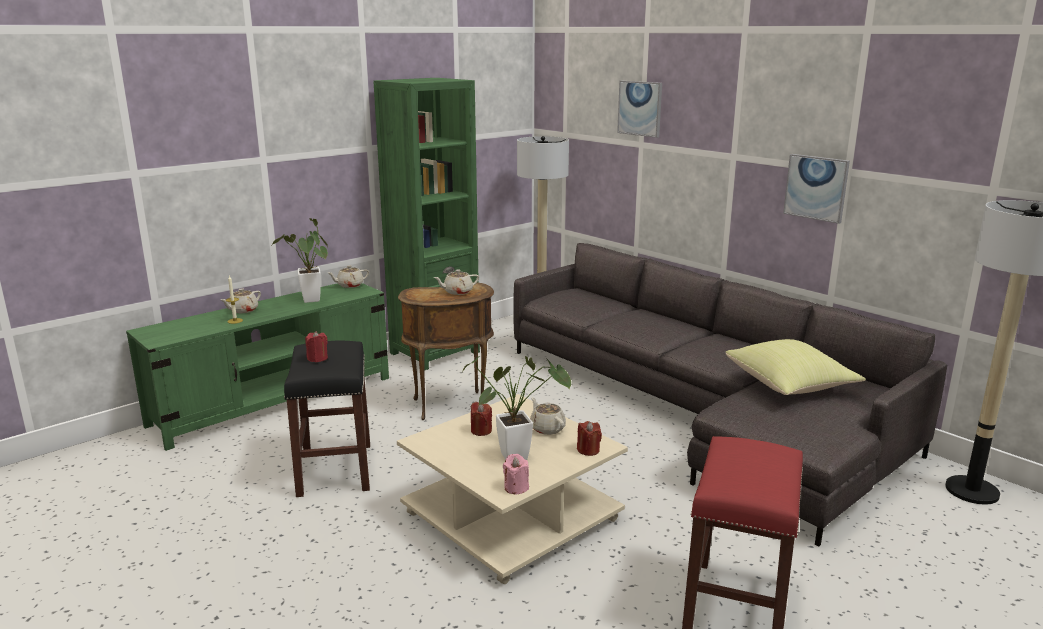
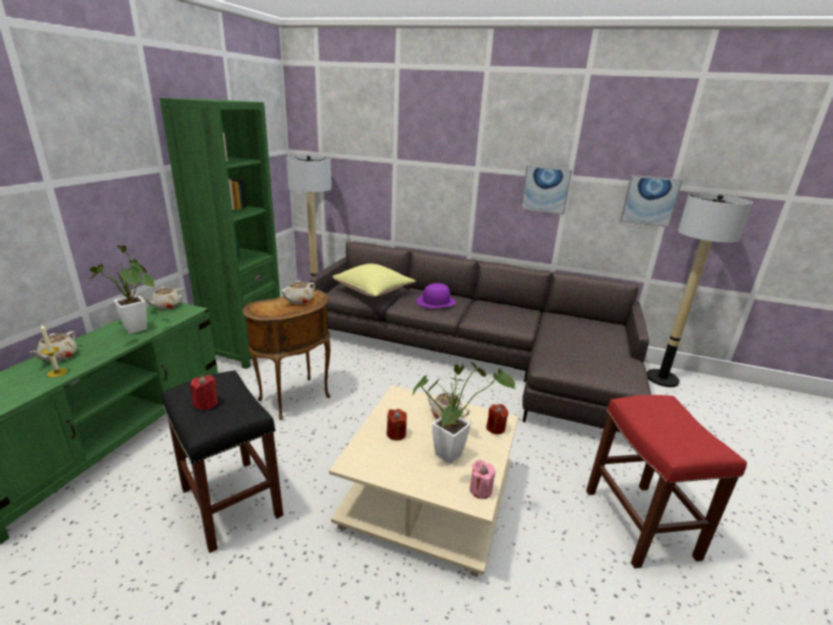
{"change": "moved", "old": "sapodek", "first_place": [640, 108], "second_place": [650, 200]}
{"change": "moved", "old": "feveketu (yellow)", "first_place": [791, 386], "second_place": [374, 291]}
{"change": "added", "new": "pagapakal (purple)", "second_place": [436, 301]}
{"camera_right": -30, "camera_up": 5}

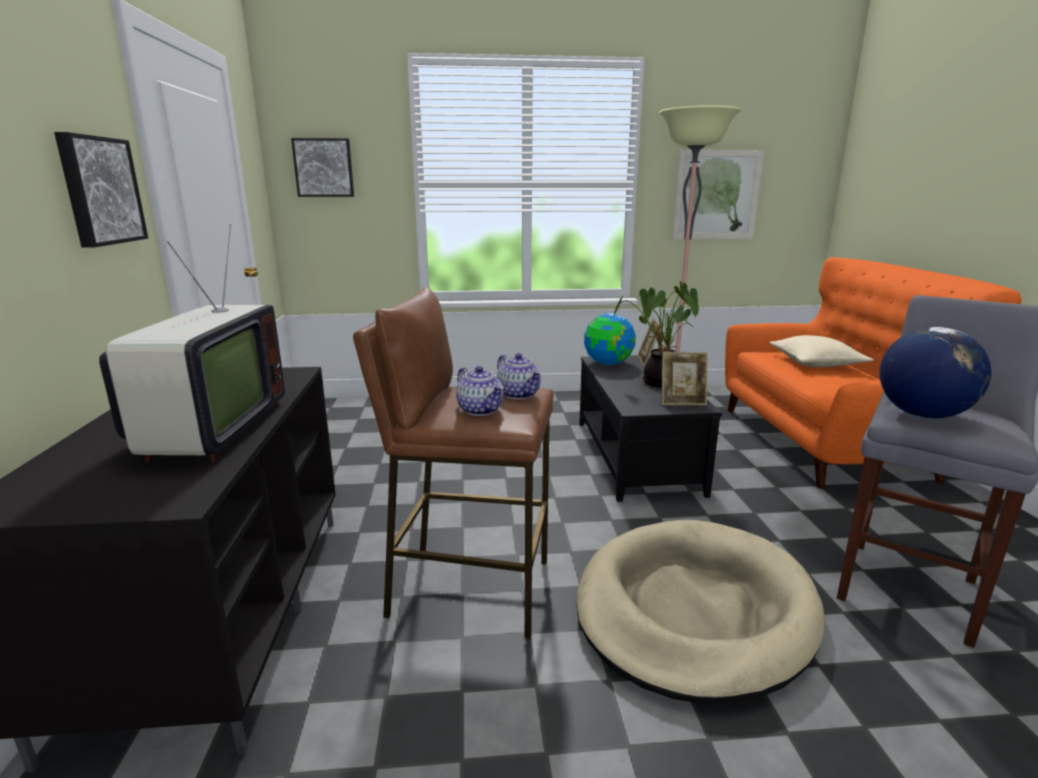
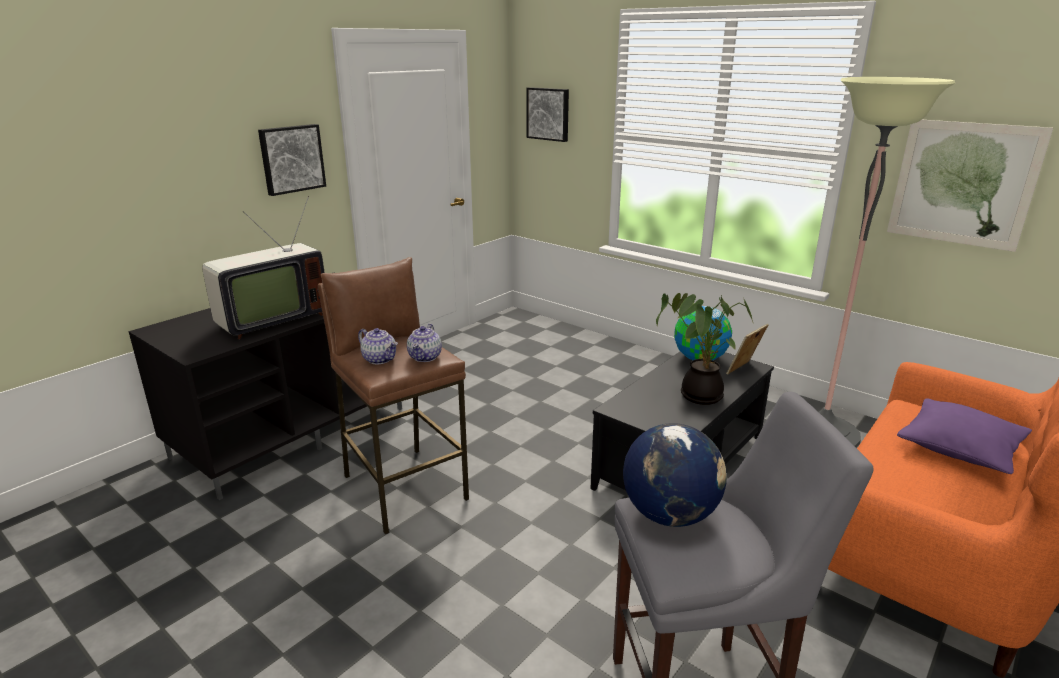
{"change": "turned", "old": "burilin", "first_place": [481, 410], "second_place": [380, 359], "degrees": -60}
{"change": "removed", "old": "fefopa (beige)", "first_place": [694, 611]}
{"change": "removed", "old": "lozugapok", "first_place": [682, 402]}
{"change": "recoloured", "old": "feveketu (beige)", "new": "feveketu (purple)", "first_place": [816, 363], "second_place": [959, 448]}
{"camera_right": 45, "camera_up": 5}

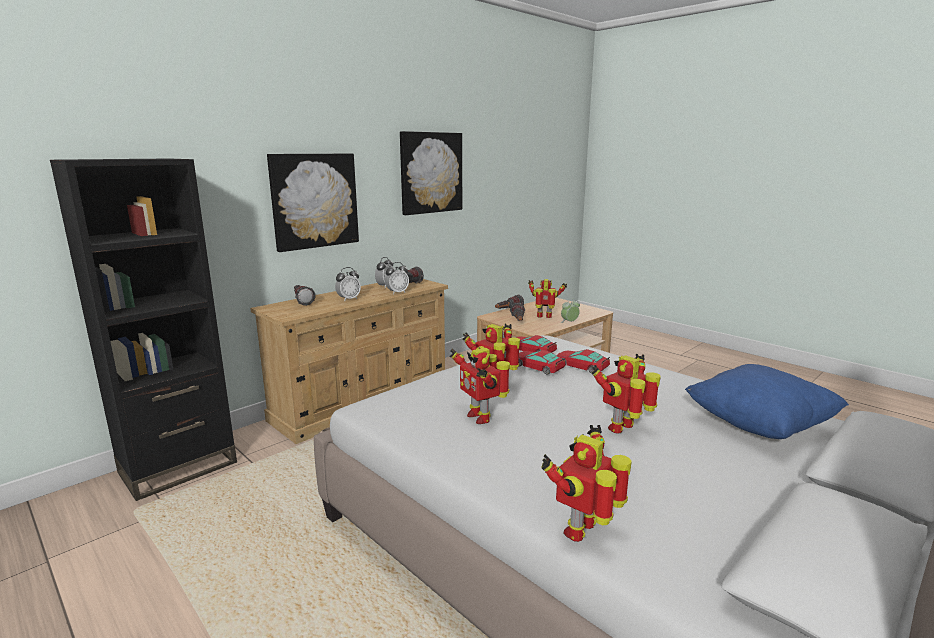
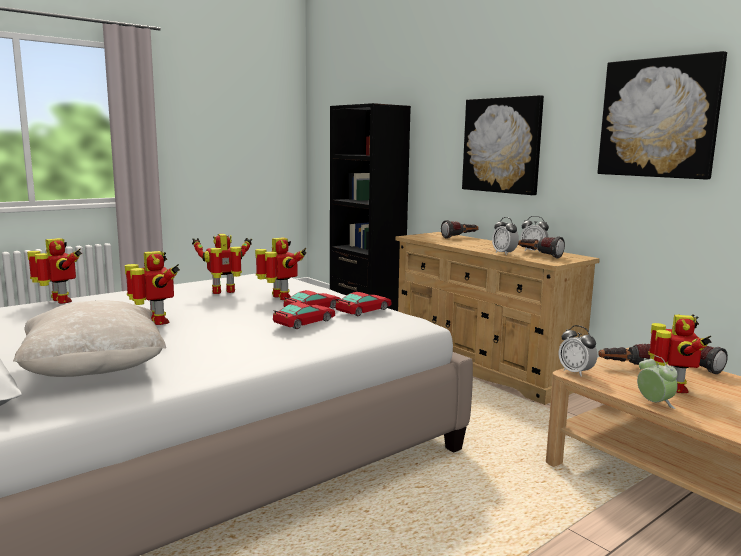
{"change": "moved", "old": "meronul", "first_place": [348, 299], "second_place": [576, 372]}
{"change": "recoloured", "old": "feveketu (blue)", "new": "feveketu (beige)", "first_place": [759, 425], "second_place": [95, 370]}
{"camera_right": 95, "camera_up": -5}

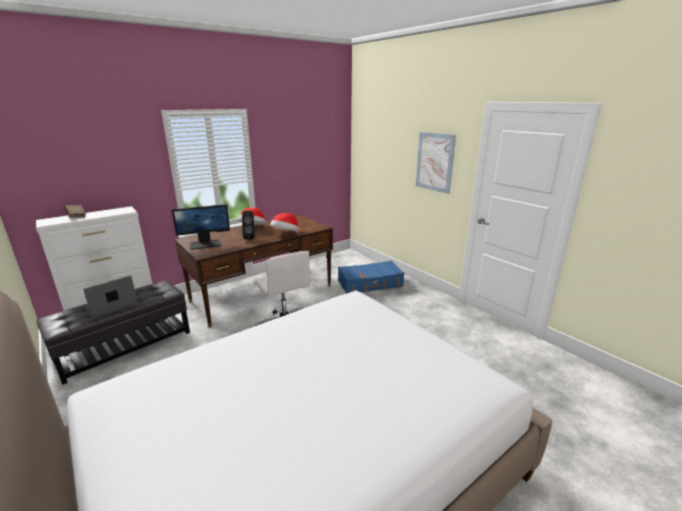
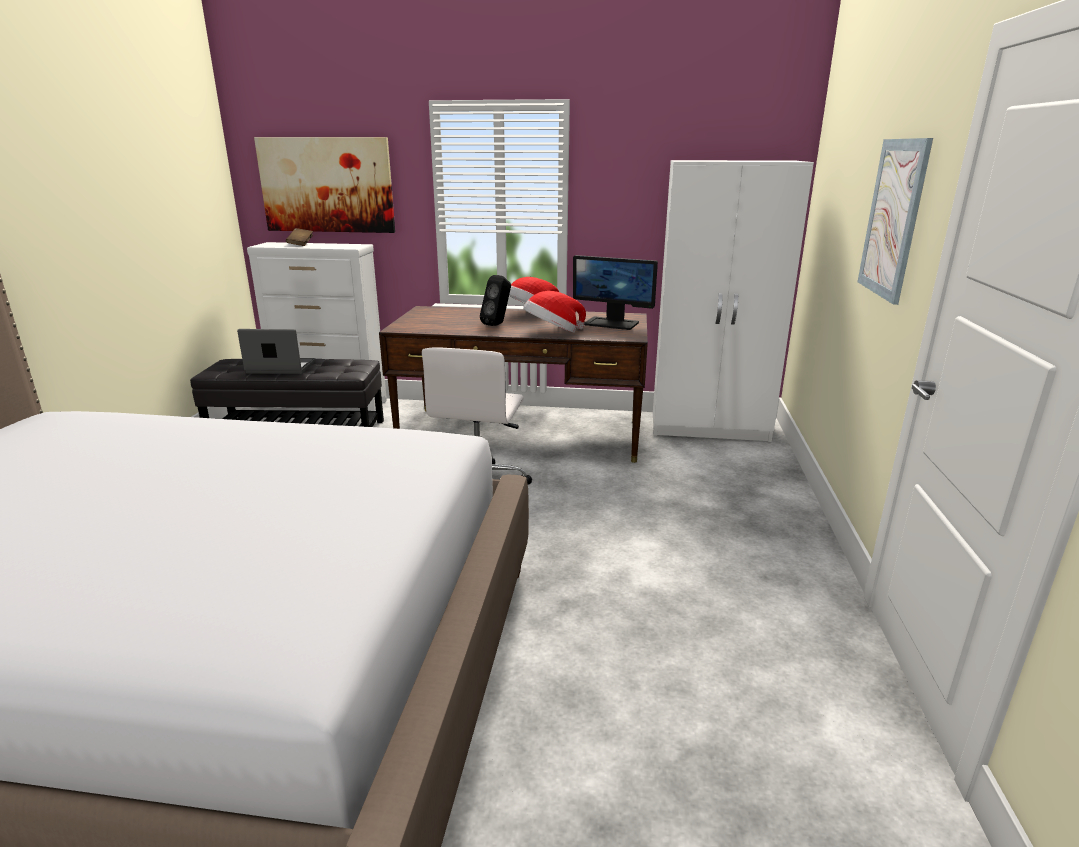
{"change": "moved", "old": "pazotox", "first_place": [205, 244], "second_place": [612, 323]}
{"change": "removed", "old": "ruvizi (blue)", "first_place": [370, 284]}
{"change": "added", "new": "sapodek", "second_place": [326, 185]}
{"change": "added", "new": "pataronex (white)", "second_place": [710, 427]}
{"camera_right": 45, "camera_up": 0}

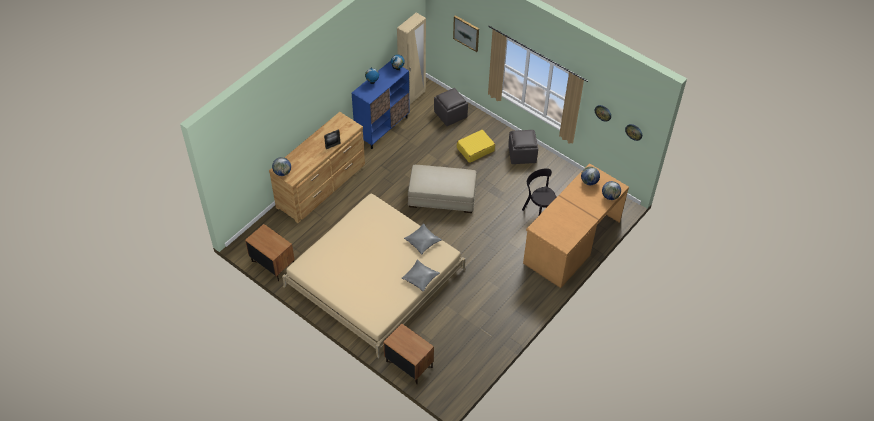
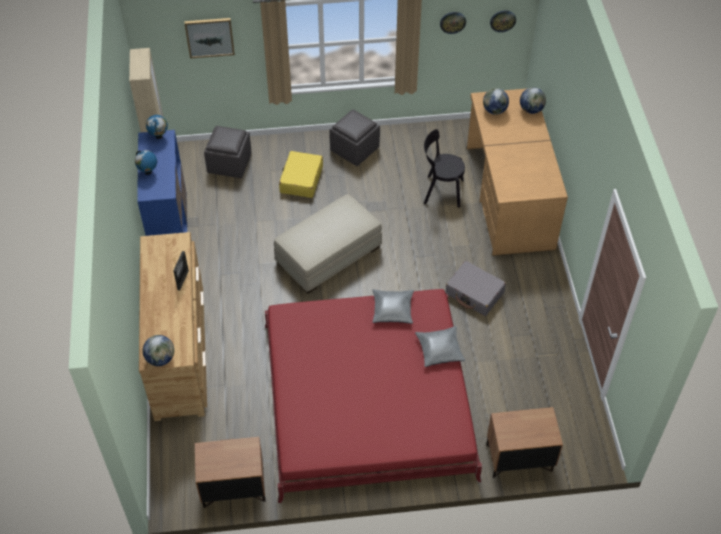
{"change": "recoloured", "old": "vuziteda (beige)", "new": "vuziteda (red)", "first_place": [375, 278], "second_place": [368, 399]}
{"change": "added", "new": "ruvizi (grey)", "second_place": [474, 293]}
{"camera_right": -45, "camera_up": 0}

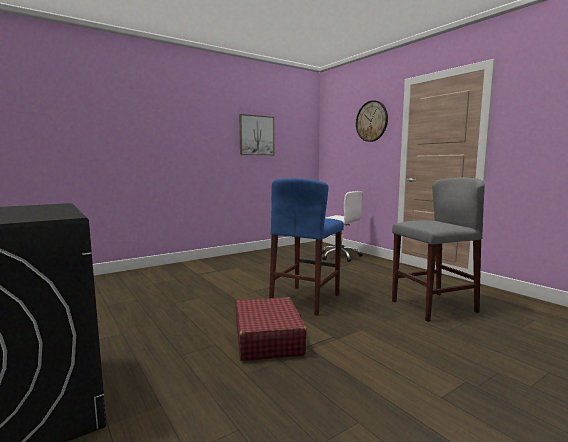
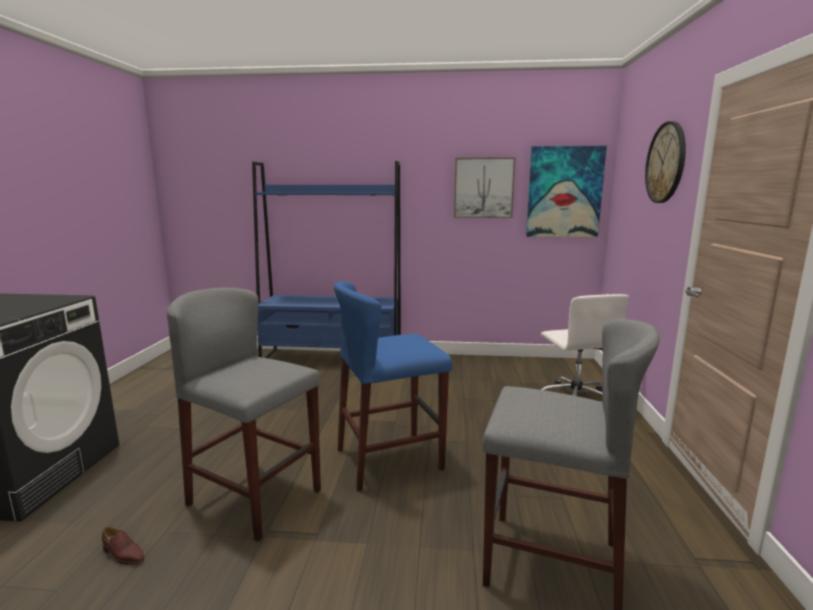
{"change": "replaced", "old": "ruvizi (red)", "new": "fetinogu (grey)", "first_place": [268, 339], "second_place": [255, 497]}
{"change": "added", "new": "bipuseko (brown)", "second_place": [123, 554]}
{"change": "added", "new": "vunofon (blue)", "second_place": [332, 359]}
{"change": "added", "new": "sapodek", "second_place": [564, 192]}
{"camera_right": 40, "camera_up": 5}

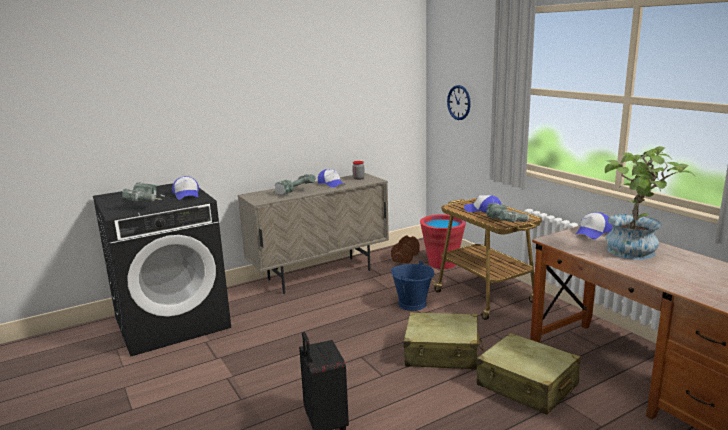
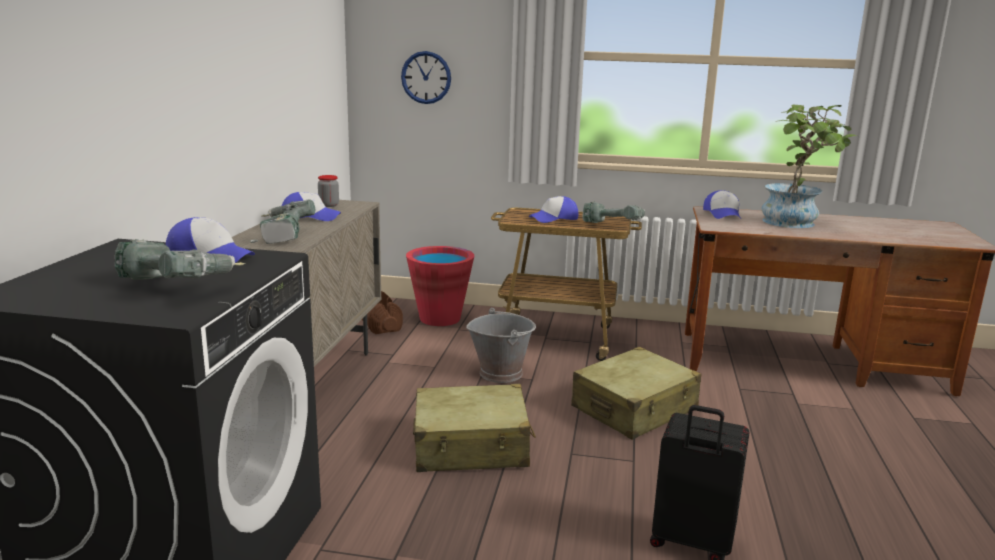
{"change": "recoloured", "old": "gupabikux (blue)", "new": "gupabikux (grey)", "first_place": [412, 304], "second_place": [501, 373]}
{"change": "moved", "old": "ruvizi (beige)", "first_place": [527, 385], "second_place": [471, 447]}
{"camera_right": -50, "camera_up": 0}

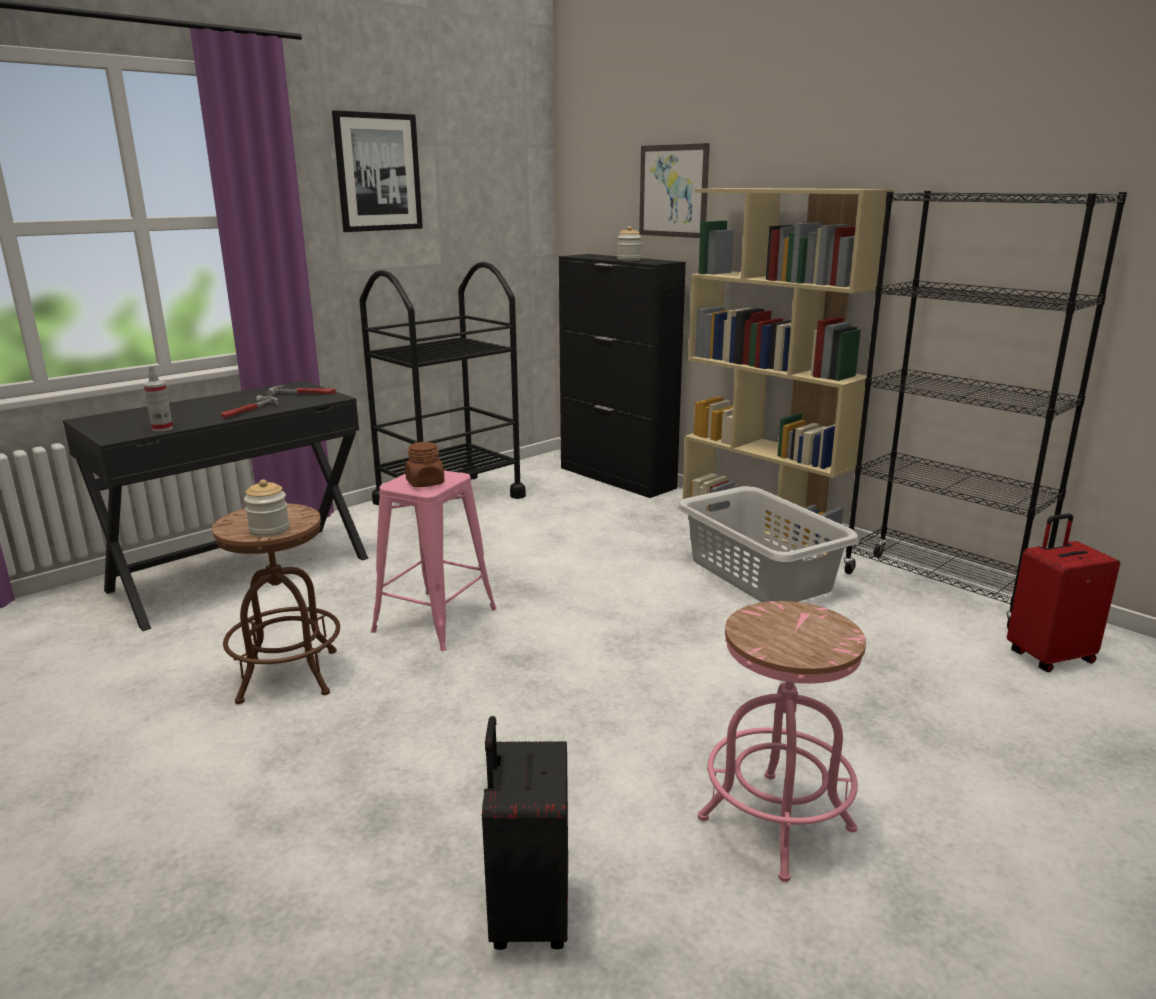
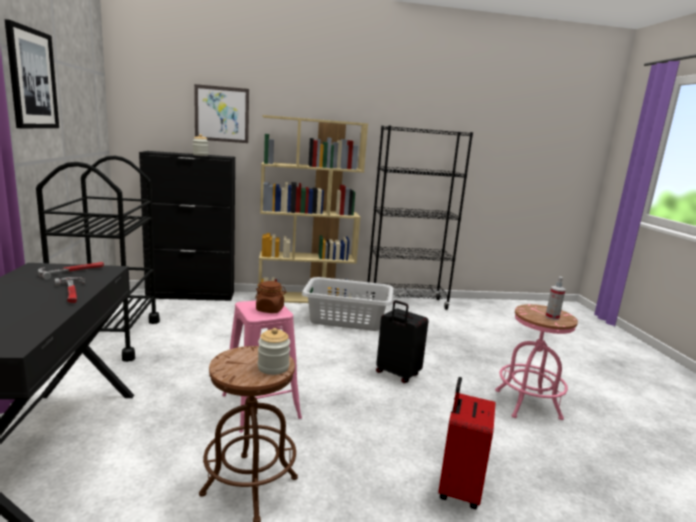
{"change": "moved", "old": "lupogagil", "first_place": [162, 428], "second_place": [552, 317]}
{"change": "moved", "old": "ruvizi (black)", "first_place": [527, 914], "second_place": [397, 374]}
{"change": "moved", "old": "ruvizi (red)", "first_place": [1048, 656], "second_place": [458, 488]}
{"camera_right": -55, "camera_up": -5}

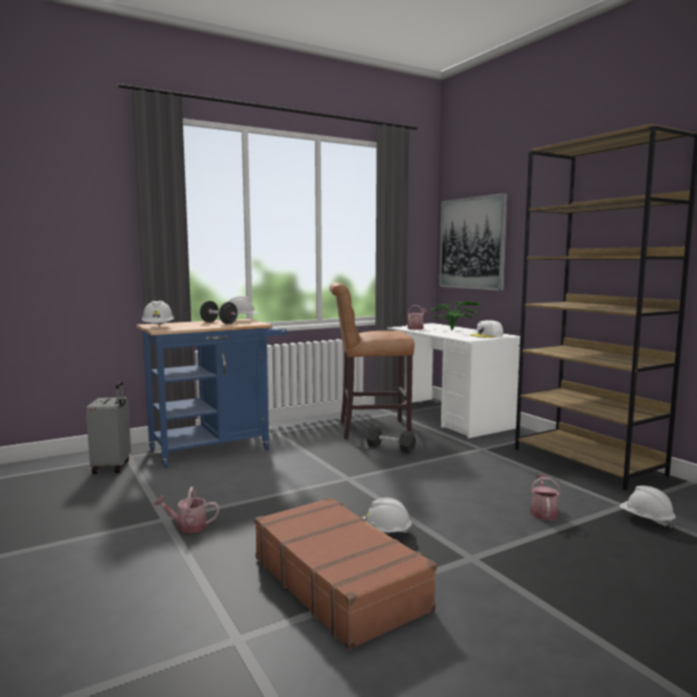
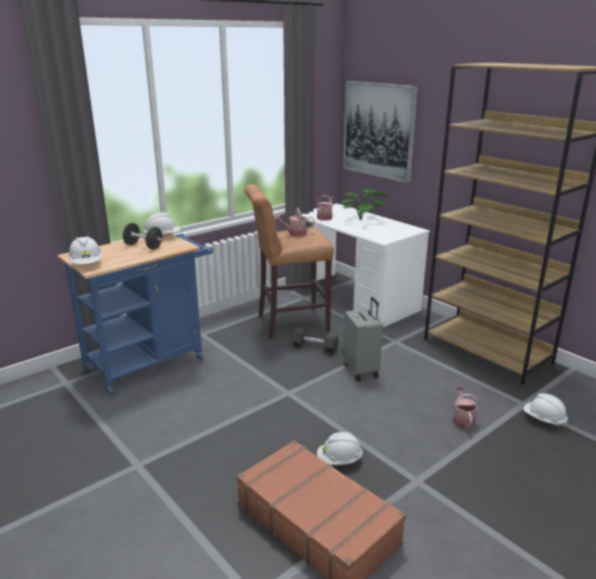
{"change": "moved", "old": "ruvizi (grey)", "first_place": [113, 466], "second_place": [361, 370]}
{"change": "moved", "old": "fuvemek", "first_place": [188, 526], "second_place": [295, 233]}
{"change": "removed", "old": "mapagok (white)", "first_place": [486, 335]}
{"camera_right": -10, "camera_up": 15}

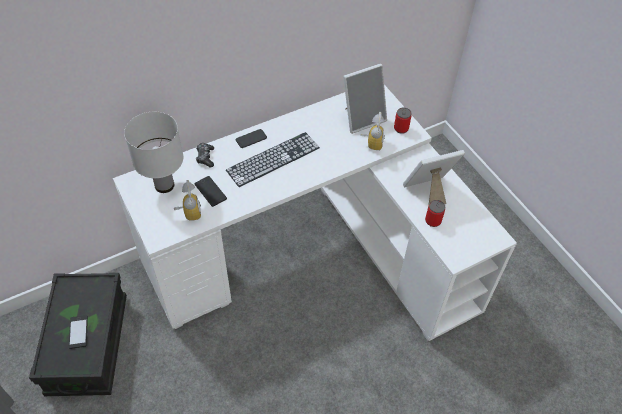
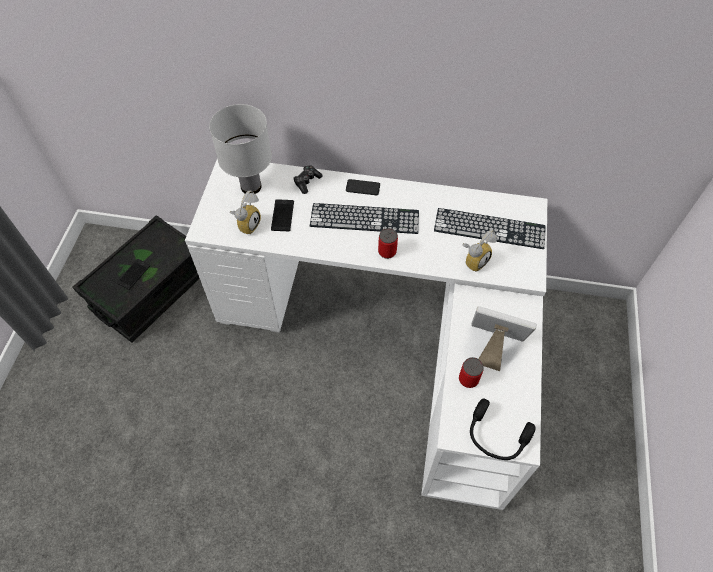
{"change": "replaced", "old": "lozugapok", "new": "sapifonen", "first_place": [362, 118], "second_place": [489, 228]}
{"change": "moved", "old": "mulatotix", "first_place": [401, 128], "second_place": [387, 252]}
{"change": "added", "new": "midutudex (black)", "second_place": [496, 436]}
{"camera_right": 40, "camera_up": 5}

